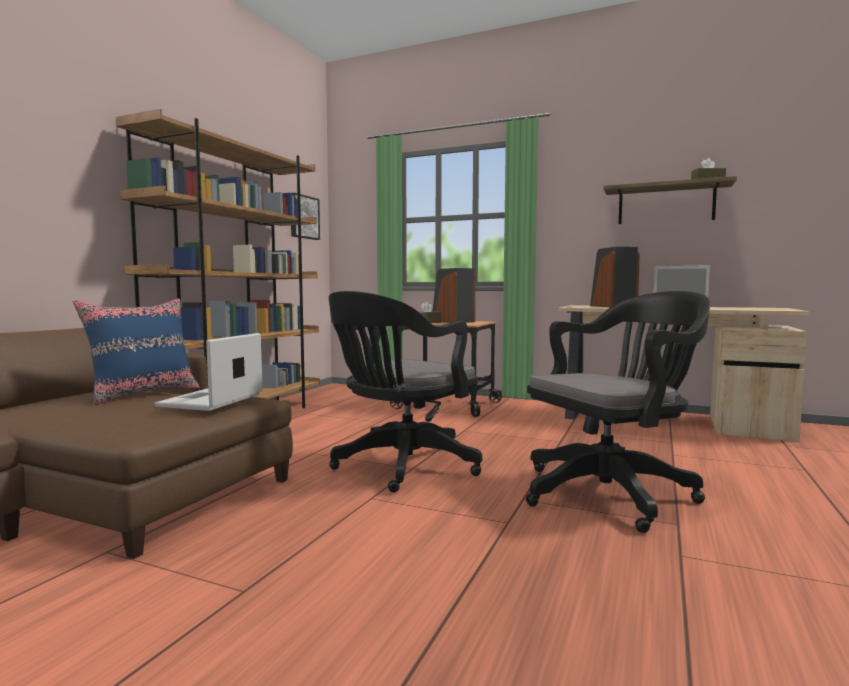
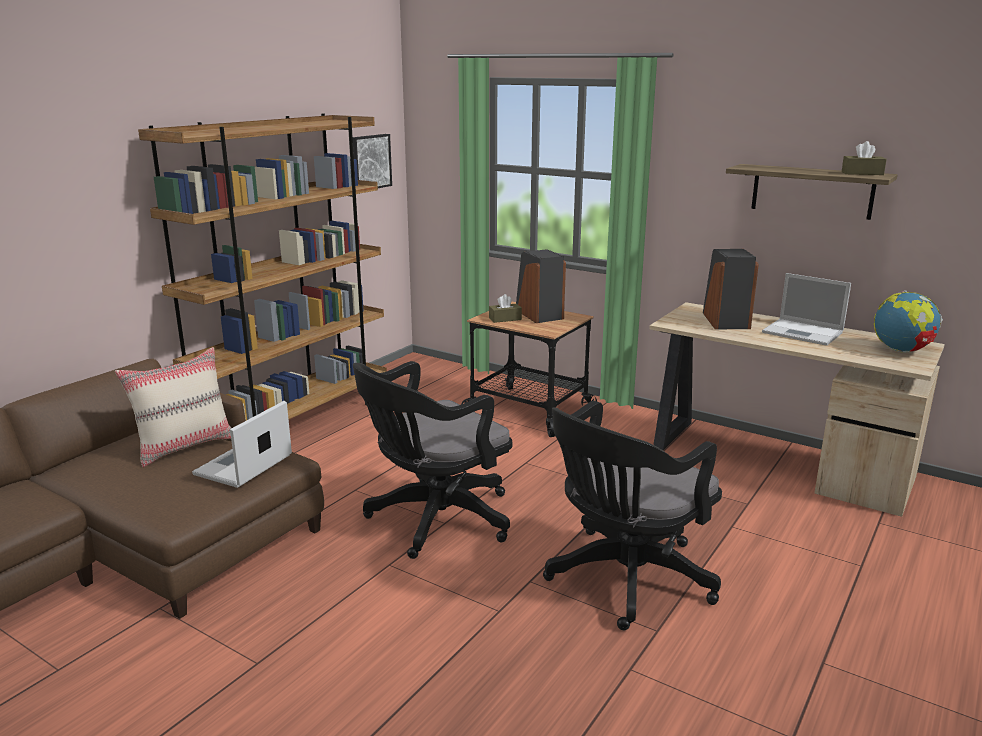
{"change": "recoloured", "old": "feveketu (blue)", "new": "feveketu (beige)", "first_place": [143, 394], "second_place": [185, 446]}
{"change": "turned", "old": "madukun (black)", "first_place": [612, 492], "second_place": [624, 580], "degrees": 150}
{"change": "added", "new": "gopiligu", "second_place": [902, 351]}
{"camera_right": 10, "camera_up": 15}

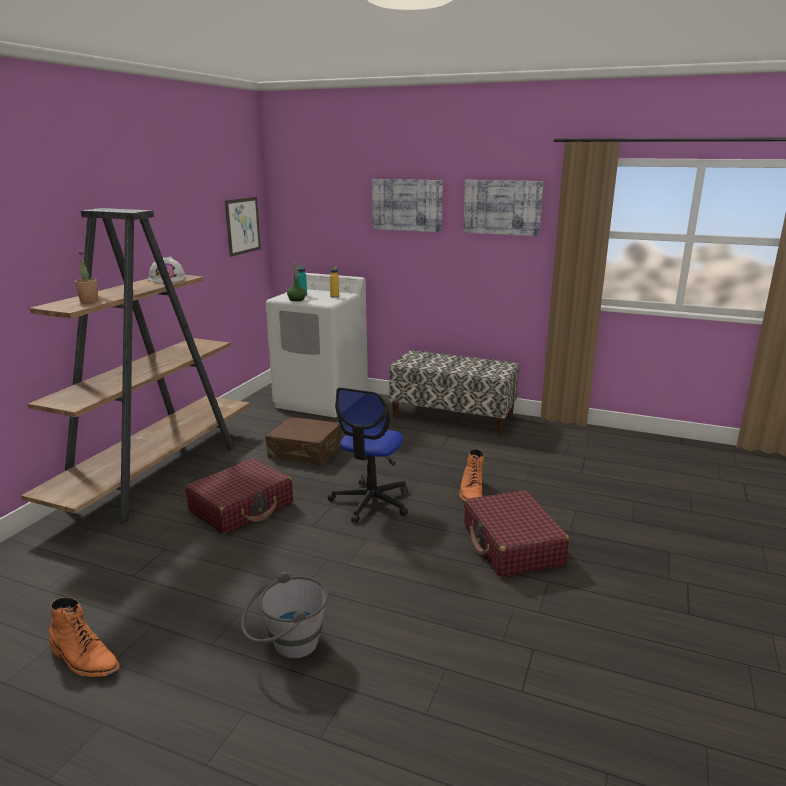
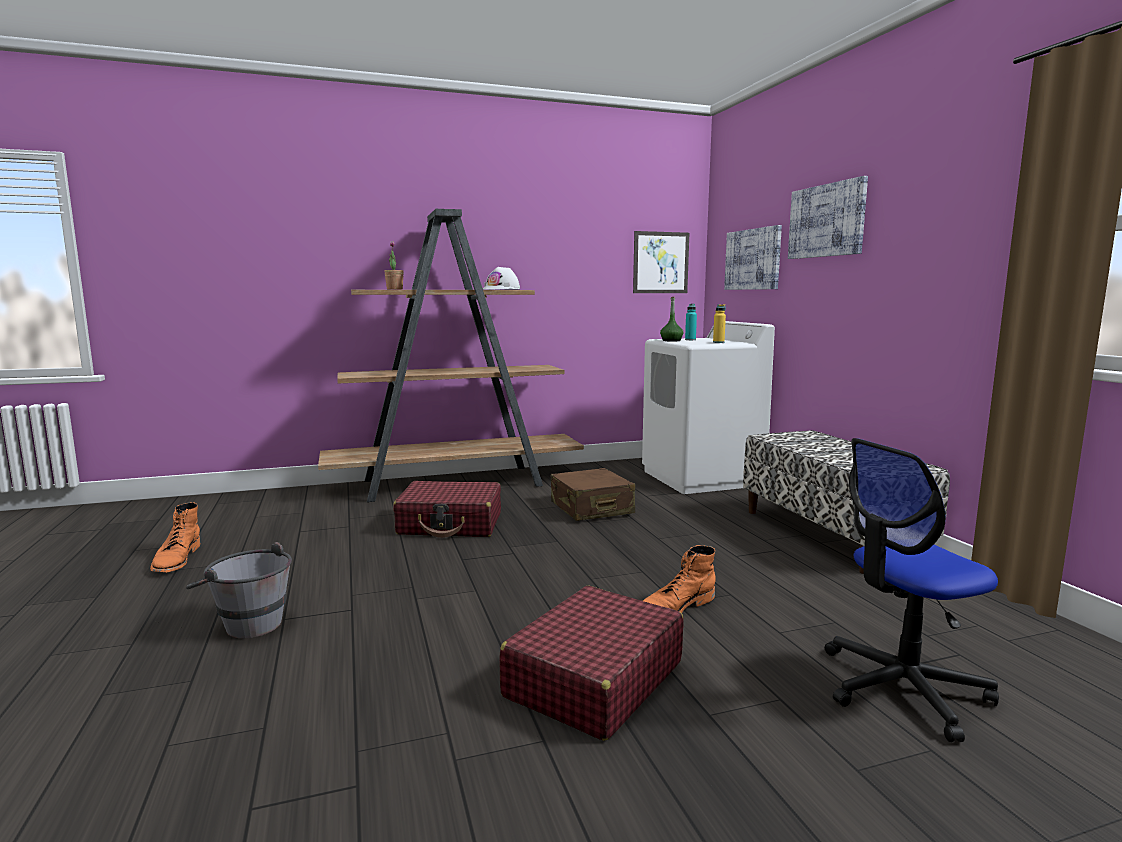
{"change": "moved", "old": "madukun", "first_place": [371, 502], "second_place": [902, 688]}
{"change": "moved", "old": "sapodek", "first_place": [502, 207], "second_place": [753, 259]}
{"camera_right": 50, "camera_up": -10}

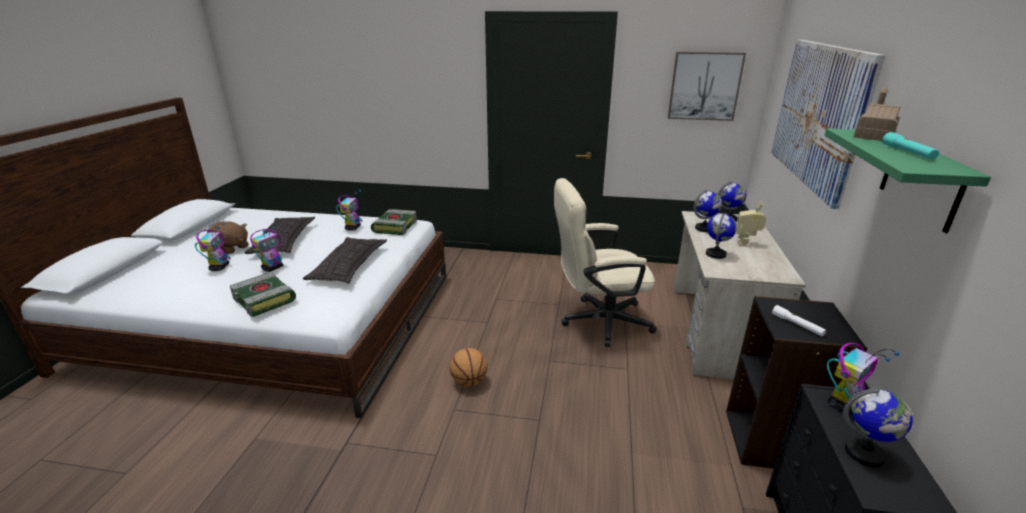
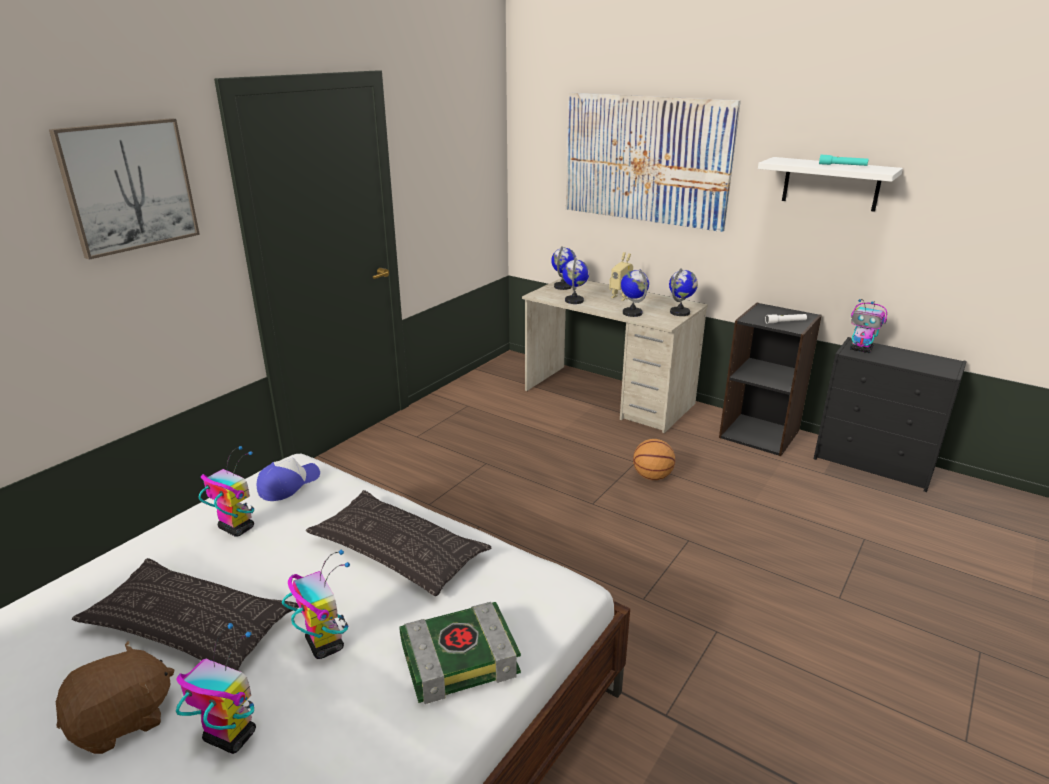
{"change": "replaced", "old": "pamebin", "new": "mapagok", "first_place": [395, 227], "second_place": [288, 484]}
{"change": "moved", "old": "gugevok", "first_place": [468, 381], "second_place": [652, 477]}
{"change": "removed", "old": "madukun (beige)", "first_place": [598, 321]}
{"change": "moved", "old": "sapodek", "first_place": [704, 86], "second_place": [128, 186]}
{"change": "recoloured", "old": "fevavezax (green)", "new": "fevavezax (white)", "first_place": [921, 180], "second_place": [831, 184]}
{"change": "turned", "old": "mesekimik", "first_place": [844, 404], "second_place": [861, 350], "degrees": 135}
{"change": "moved", "old": "gopiligu", "first_place": [864, 454], "second_place": [680, 312]}
{"change": "removed", "old": "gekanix", "first_place": [873, 136]}
{"camera_right": -65, "camera_up": 0}

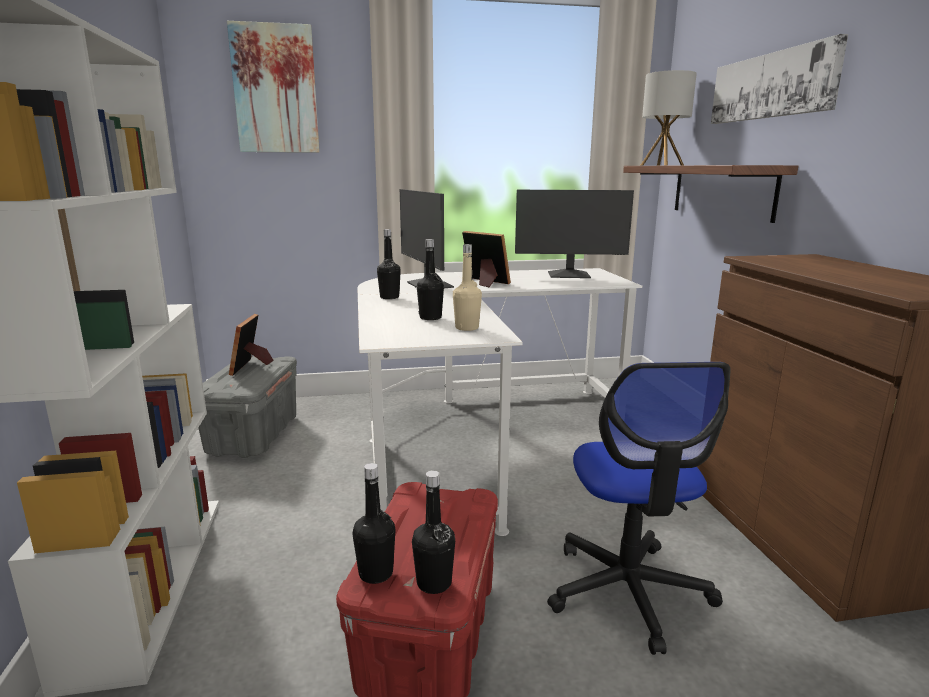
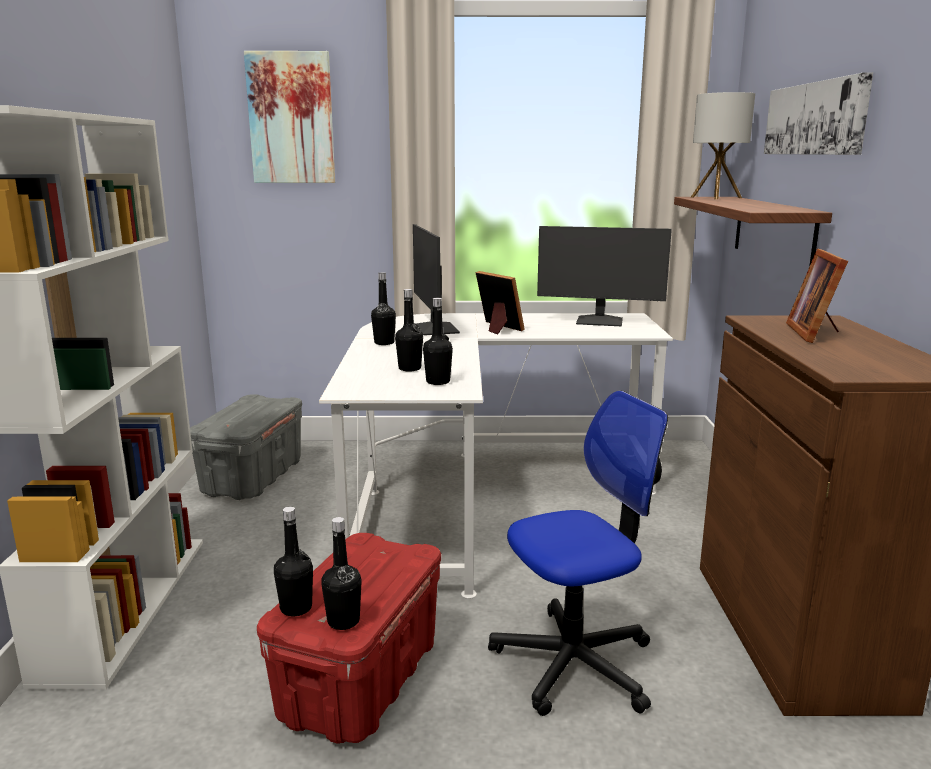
{"change": "moved", "old": "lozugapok", "first_place": [251, 366], "second_place": [816, 333]}
{"change": "recoloured", "old": "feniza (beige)", "new": "feniza (black)", "first_place": [467, 328], "second_place": [438, 382]}
{"change": "turned", "old": "madukun", "first_place": [628, 591], "second_place": [574, 663], "degrees": -120}
{"camera_right": 10, "camera_up": 0}

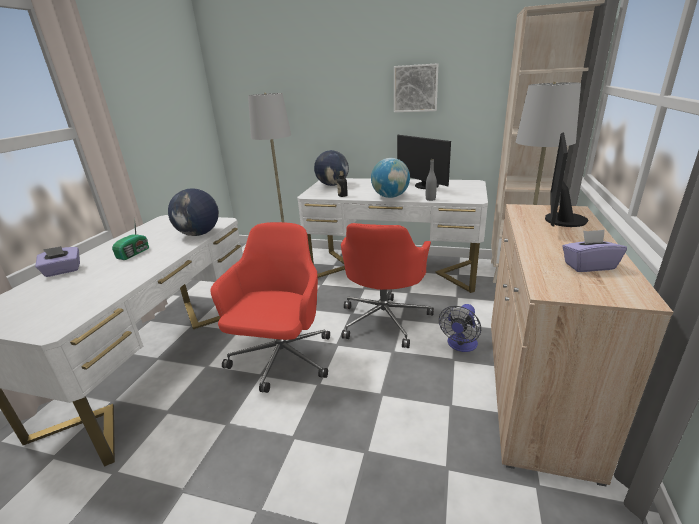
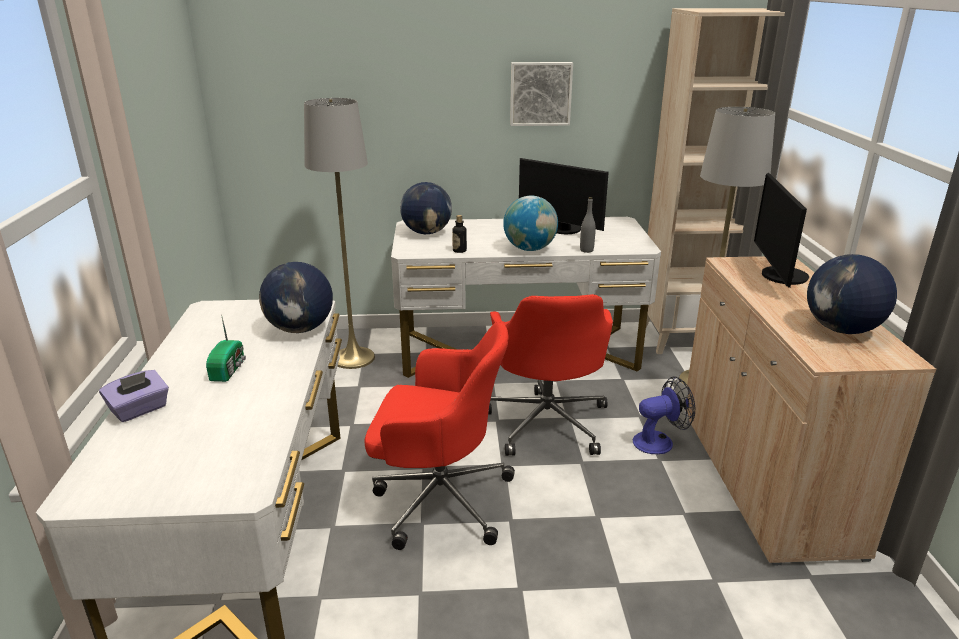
{"change": "turned", "old": "madukun (red)", "first_place": [281, 360], "second_place": [439, 498], "degrees": 105}
{"change": "turned", "old": "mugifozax", "first_place": [460, 345], "second_place": [659, 441], "degrees": -120}
{"change": "replaced", "old": "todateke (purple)", "new": "gopiligu", "first_place": [588, 266], "second_place": [842, 330]}
{"camera_right": -20, "camera_up": 0}

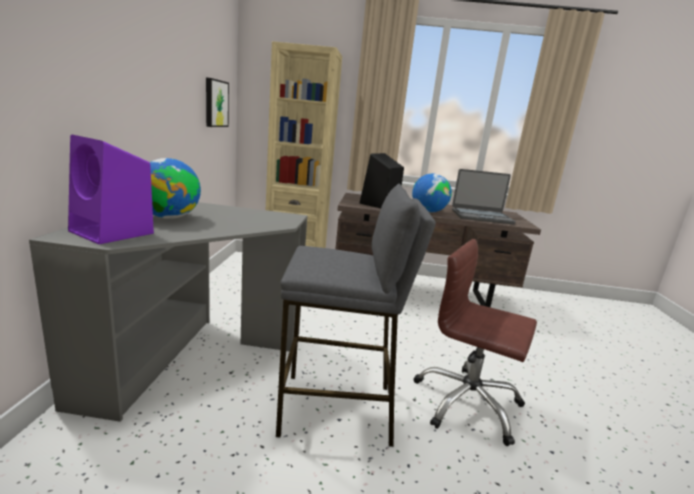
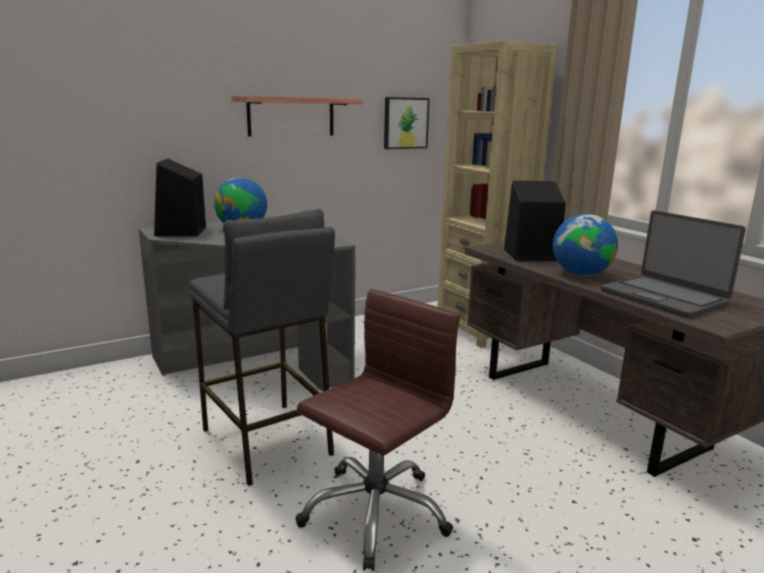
{"change": "recoloured", "old": "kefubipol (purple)", "new": "kefubipol (black)", "first_place": [113, 233], "second_place": [181, 232]}
{"change": "turned", "old": "madukun (brown)", "first_place": [467, 403], "second_place": [374, 512], "degrees": 45}
{"change": "added", "new": "fevavezax", "second_place": [291, 116]}
{"camera_right": 55, "camera_up": 0}

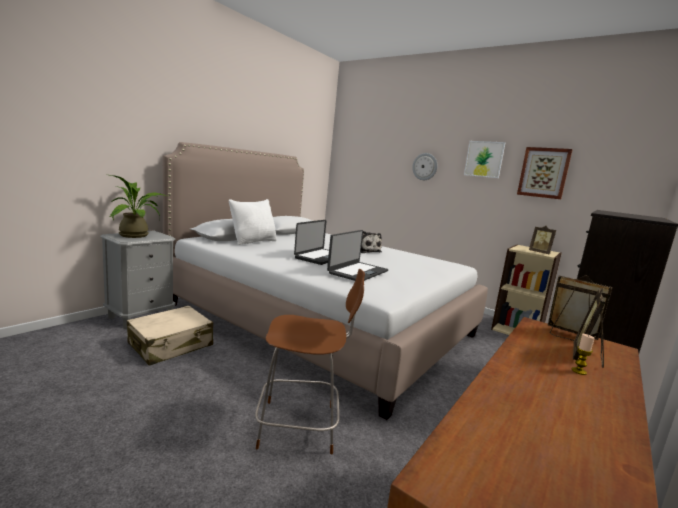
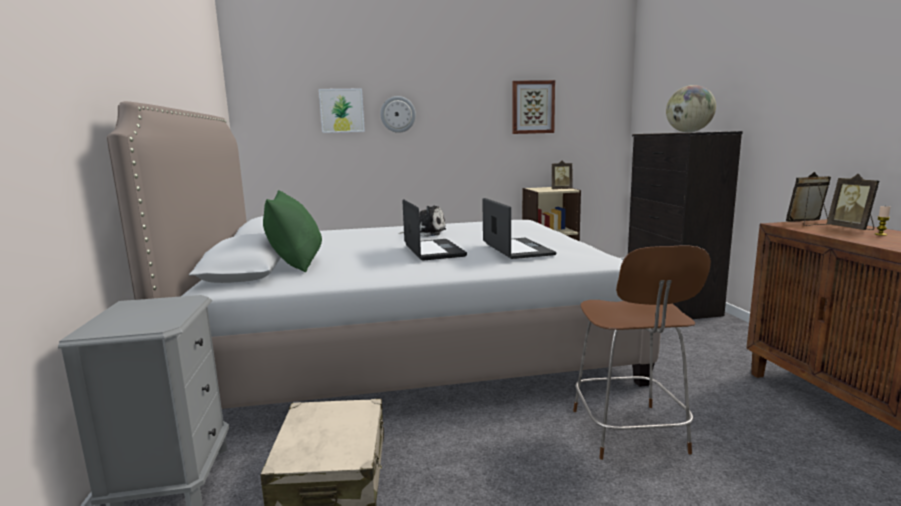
{"change": "removed", "old": "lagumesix", "first_place": [138, 235]}
{"change": "recoloured", "old": "feveketu (white)", "new": "feveketu (green)", "first_place": [253, 241], "second_place": [296, 264]}
{"change": "turned", "old": "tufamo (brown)", "first_place": [301, 426], "second_place": [629, 433], "degrees": 135}
{"change": "moved", "old": "sapodek", "first_place": [484, 159], "second_place": [342, 110]}
{"change": "added", "new": "gopiligu", "second_place": [688, 132]}
{"camera_right": -45, "camera_up": 0}

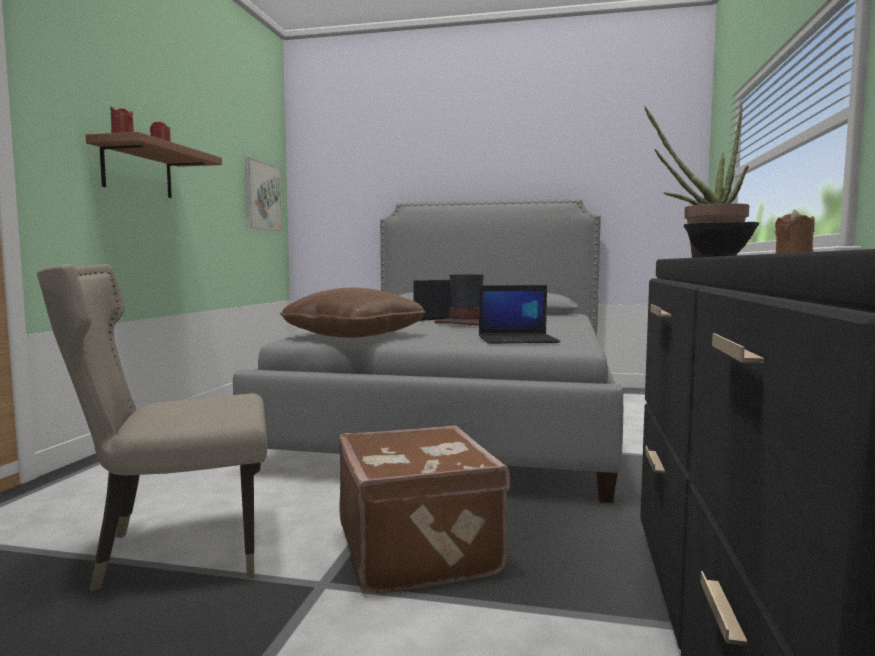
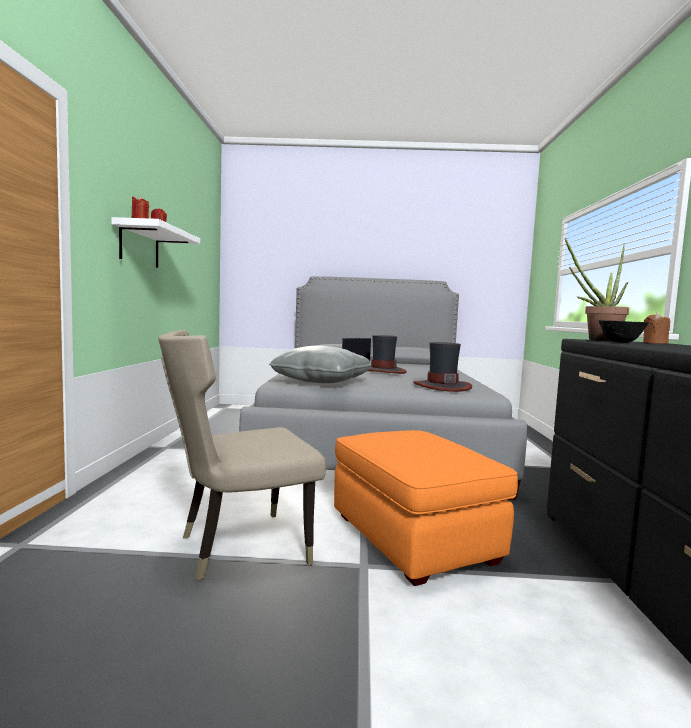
{"change": "recoloured", "old": "fevavezax (brown)", "new": "fevavezax (white)", "first_place": [137, 170], "second_place": [139, 245]}
{"change": "removed", "old": "sapodek", "first_place": [262, 196]}
{"change": "recoloured", "old": "feveketu (brown)", "new": "feveketu (grey)", "first_place": [354, 336], "second_place": [321, 381]}
{"change": "replaced", "old": "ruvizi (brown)", "new": "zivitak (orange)", "first_place": [420, 549], "second_place": [412, 537]}
{"change": "replaced", "old": "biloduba", "new": "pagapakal", "first_place": [518, 340], "second_place": [442, 386]}
{"camera_right": -10, "camera_up": 0}

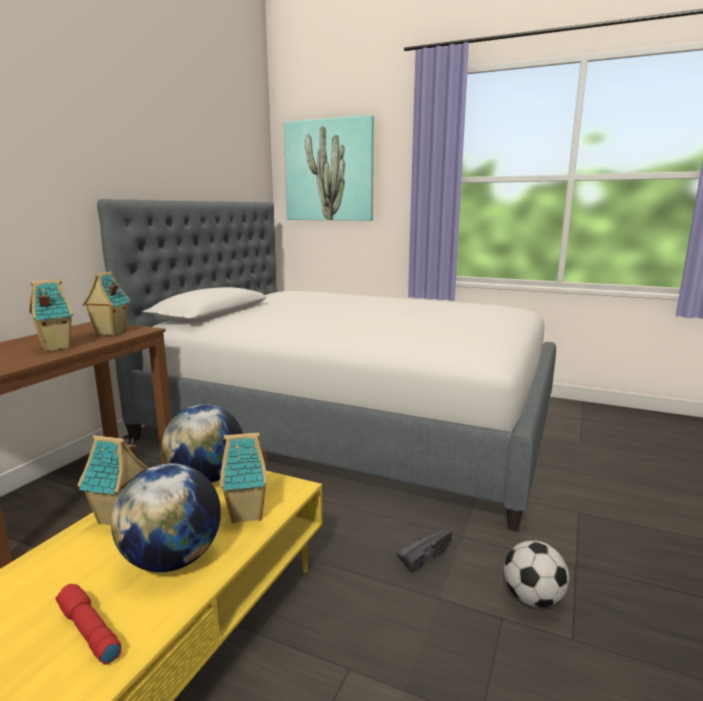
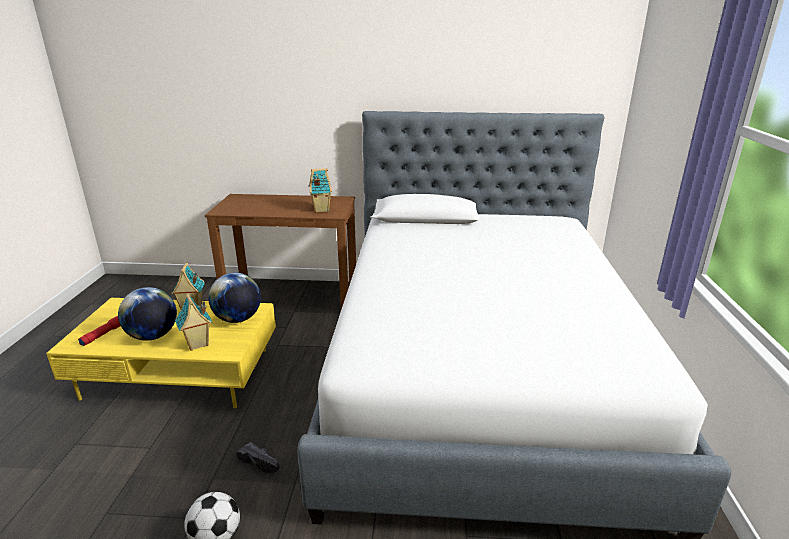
{"change": "removed", "old": "gekanix", "first_place": [55, 347]}
{"change": "removed", "old": "sapodek", "first_place": [329, 171]}
{"camera_right": 70, "camera_up": 10}

